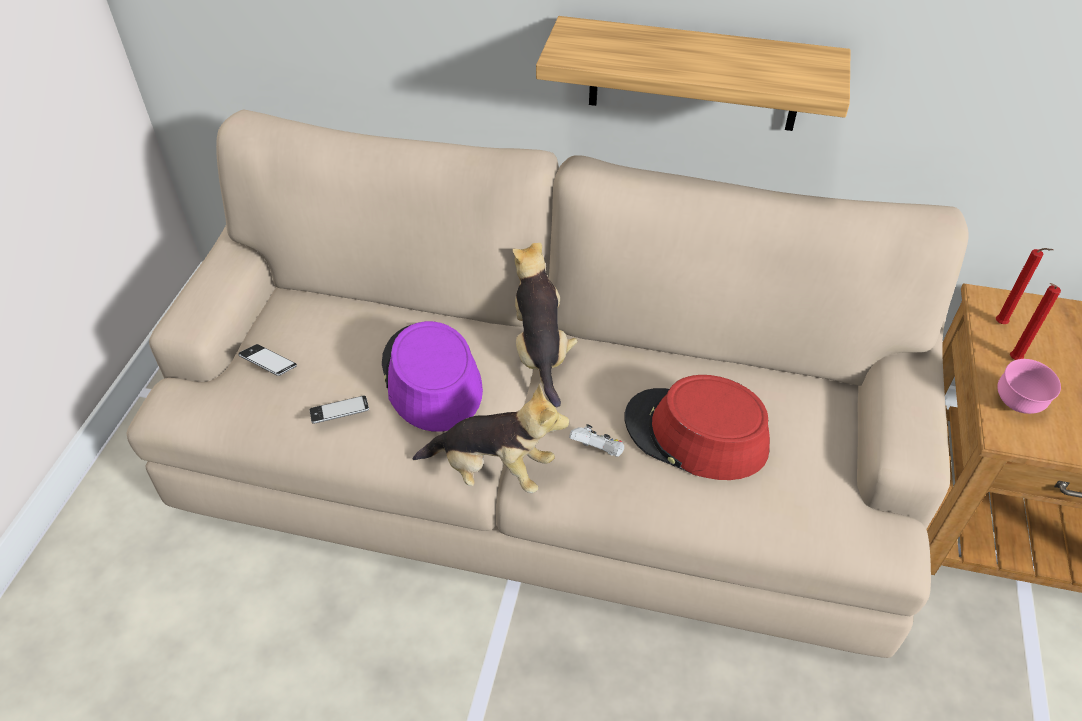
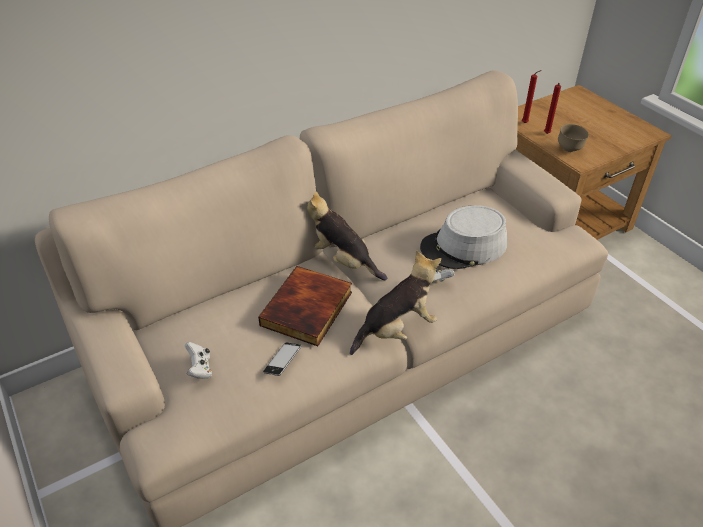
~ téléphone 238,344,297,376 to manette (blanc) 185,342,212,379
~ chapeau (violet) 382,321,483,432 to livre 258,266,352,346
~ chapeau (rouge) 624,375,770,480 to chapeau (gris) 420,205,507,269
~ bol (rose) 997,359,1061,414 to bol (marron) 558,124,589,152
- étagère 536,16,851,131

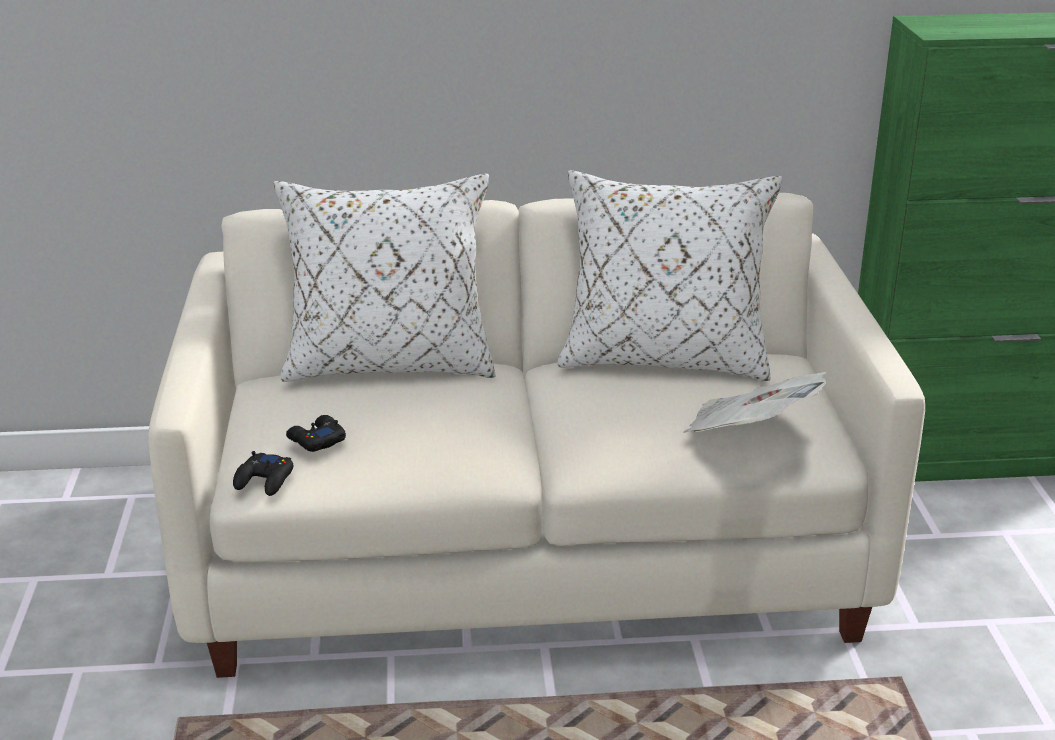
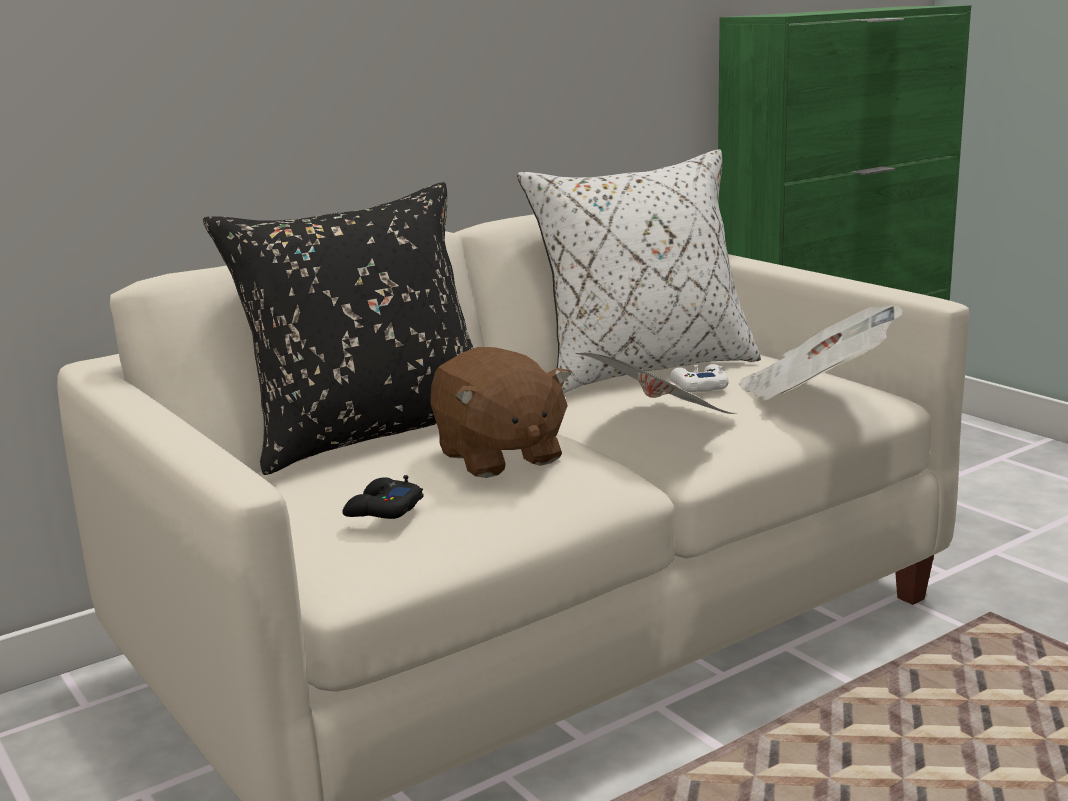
~ coussin (blanc) 273,174,496,382 to coussin (noir) 203,182,473,475
+ peluche (marron) 430,347,571,478
+ journal 575,352,738,414
+ manette (blanc) 670,364,729,392
- manette (noir) 233,451,293,496

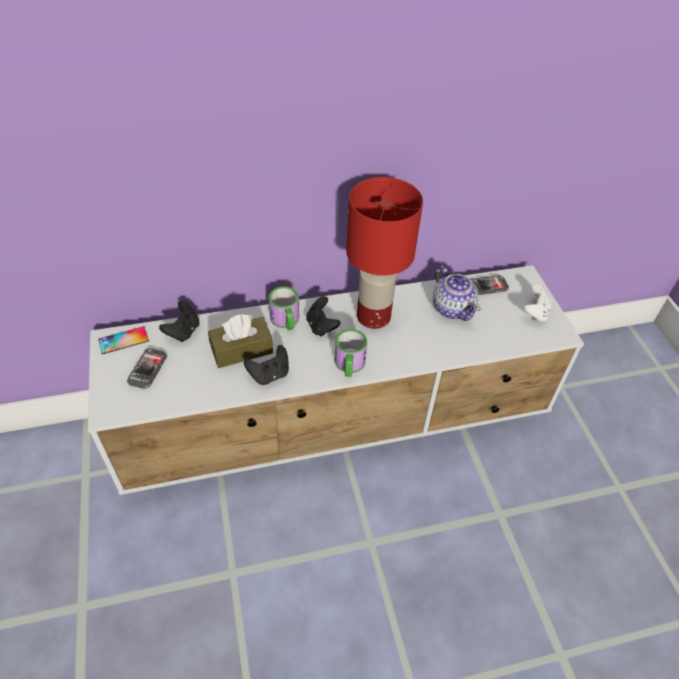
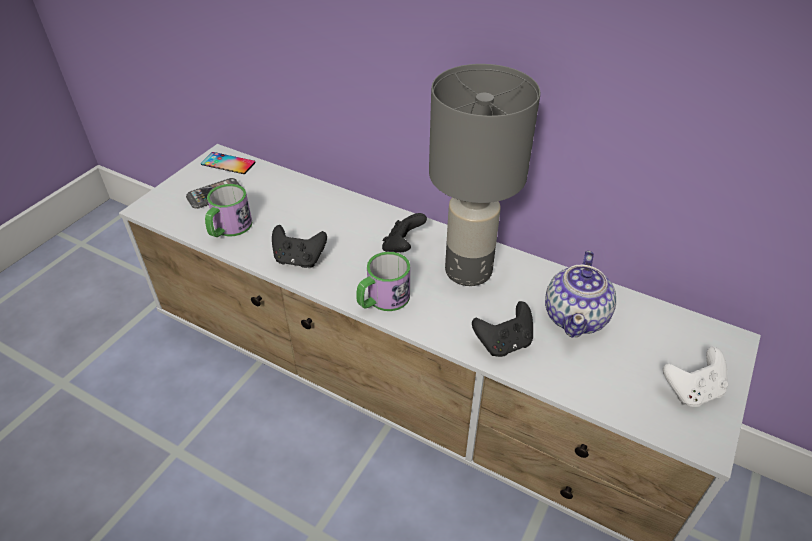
~ mug 269,286,299,330 to 205,184,252,237
~ lampe de table (rouge) 346,177,423,329 to lampe de table (gris) 429,64,540,286
~ manette (noir) 159,301,200,342 to 472,301,533,357
- boîte à mouchoirs (marron) 208,314,273,368
- téléphone 470,275,509,295

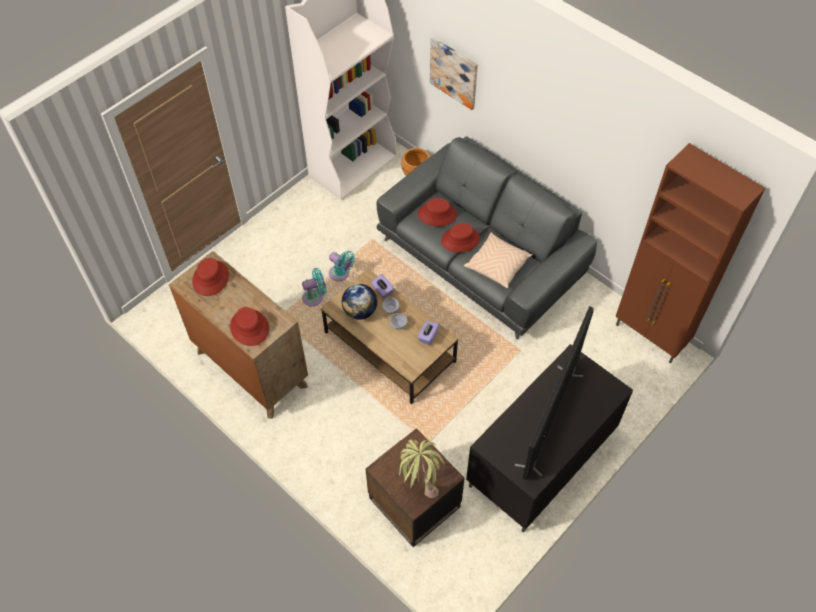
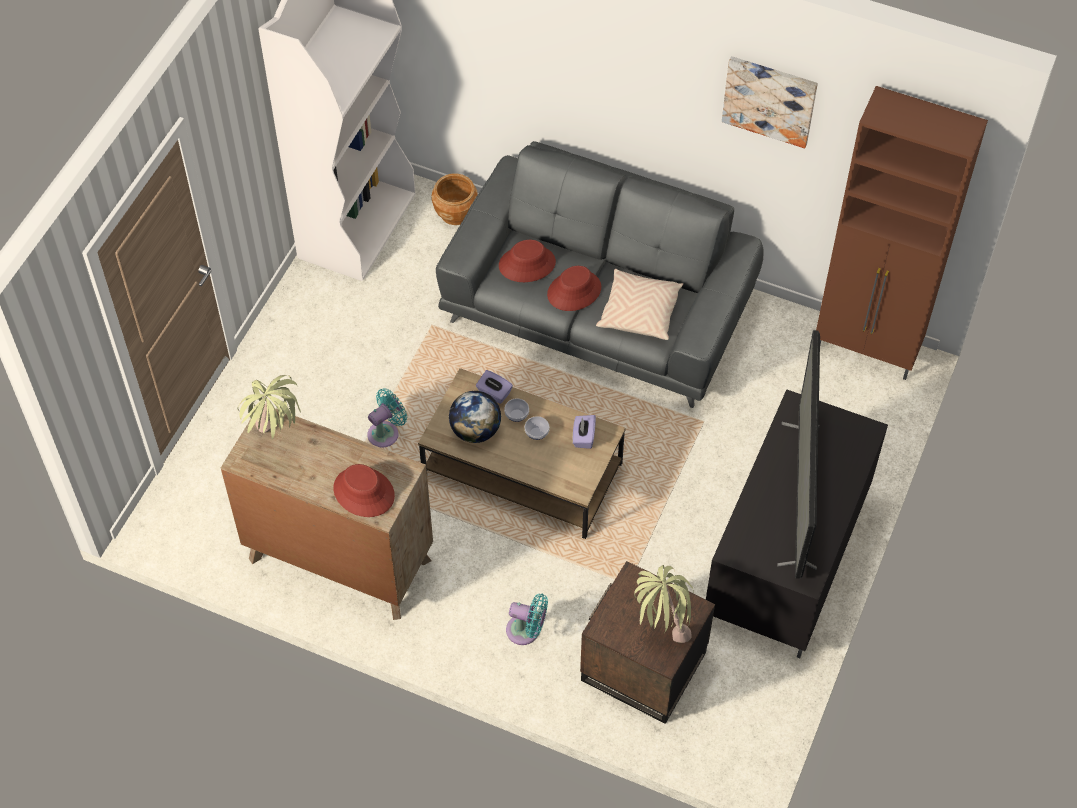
~ chapeau (rouge) 192,258,229,296 to plante en pot 237,375,301,439
~ ventilateur (turquoise) 329,251,355,281 to 506,594,548,645
~ tableau 430,37,478,110 to 722,56,818,148

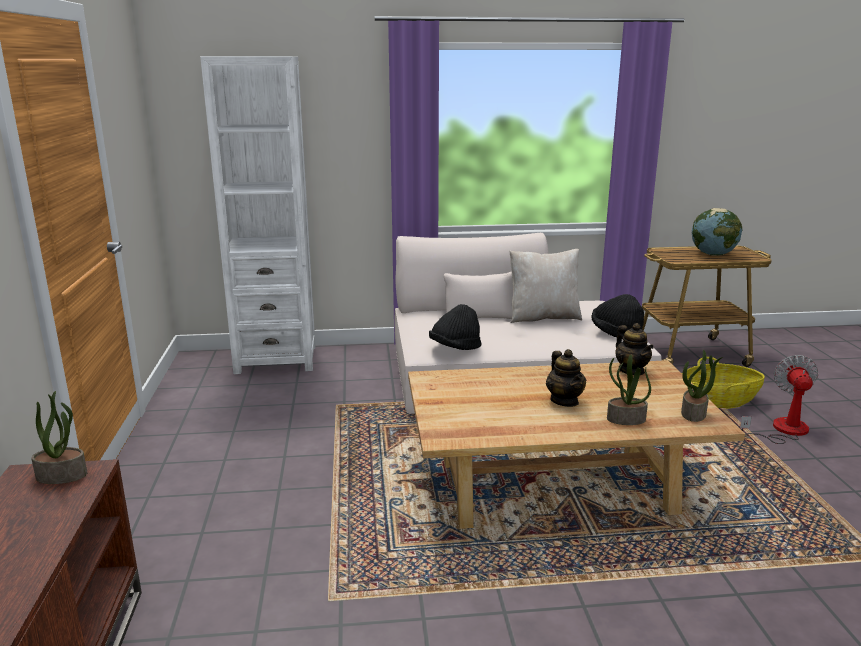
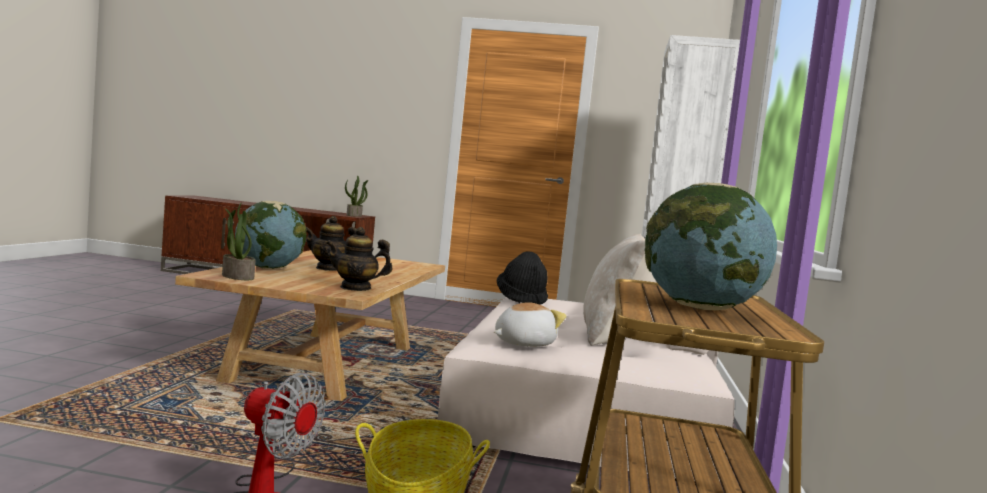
~ plante en pot 607,355,651,425 to globe 235,201,307,269
~ chapeau (noir) 591,294,644,339 to peluche 494,302,567,347

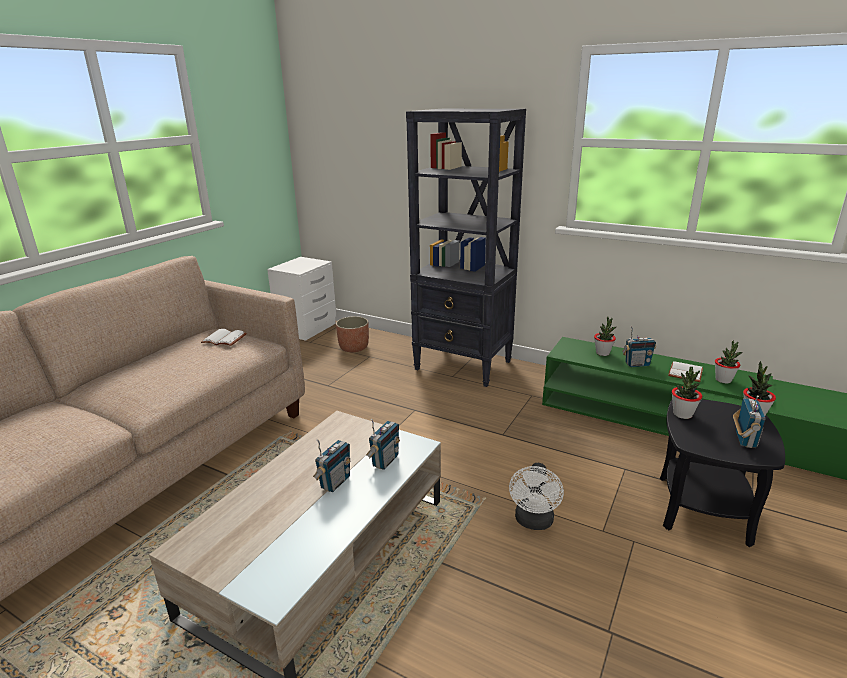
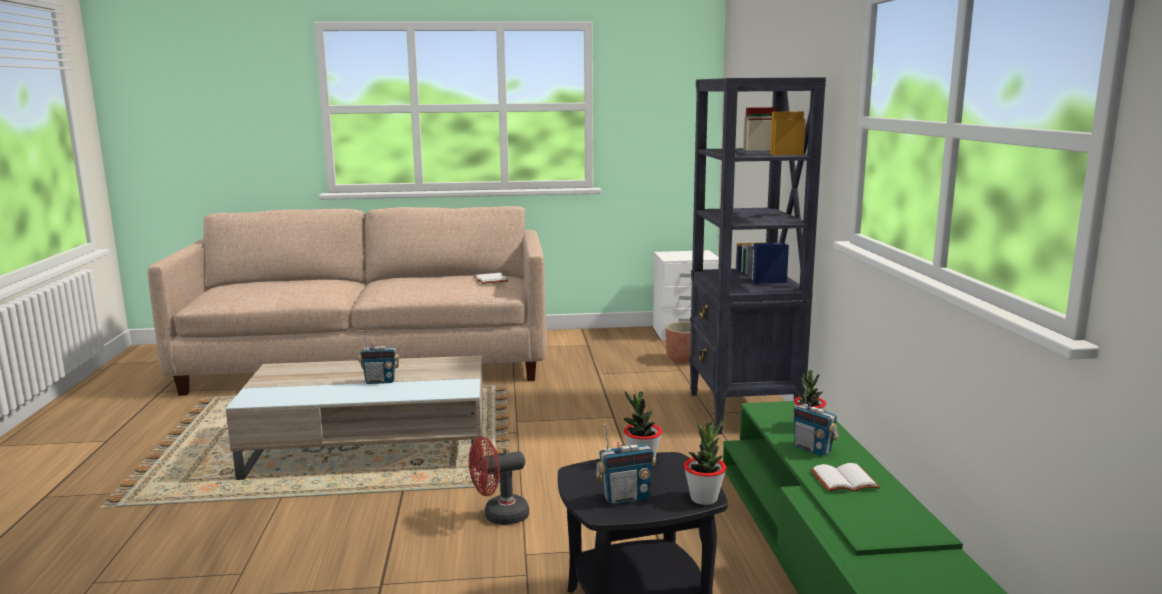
~ ventilateur (blanc) 509,463,564,530 to ventilateur (rouge) 469,436,529,525
- radio 366,419,400,470
- plante en pot 715,340,743,383

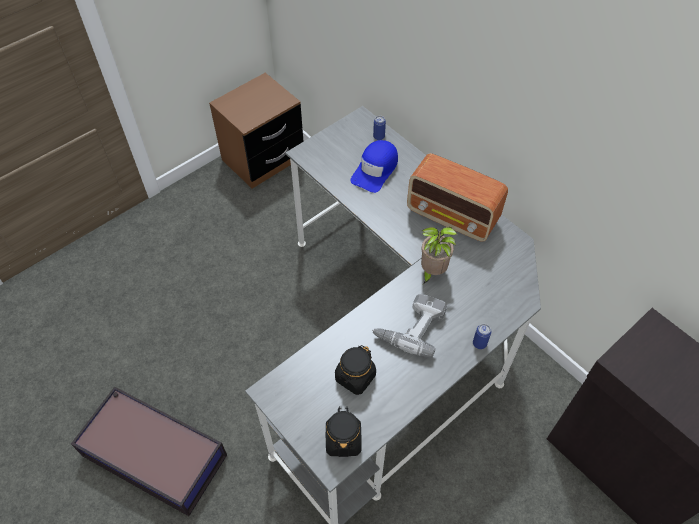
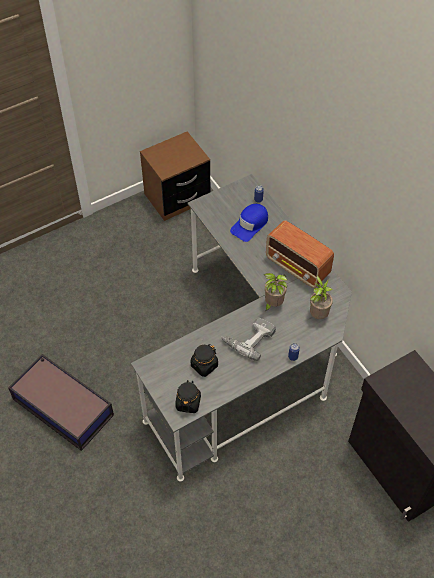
+ plante en pot 310,275,333,319

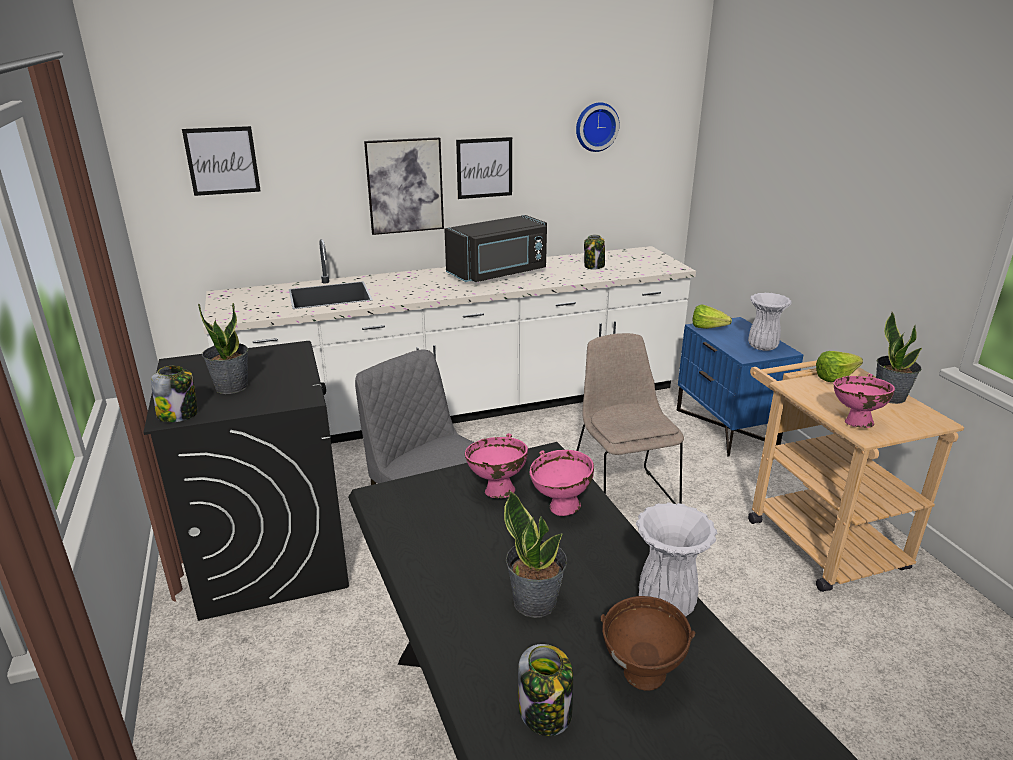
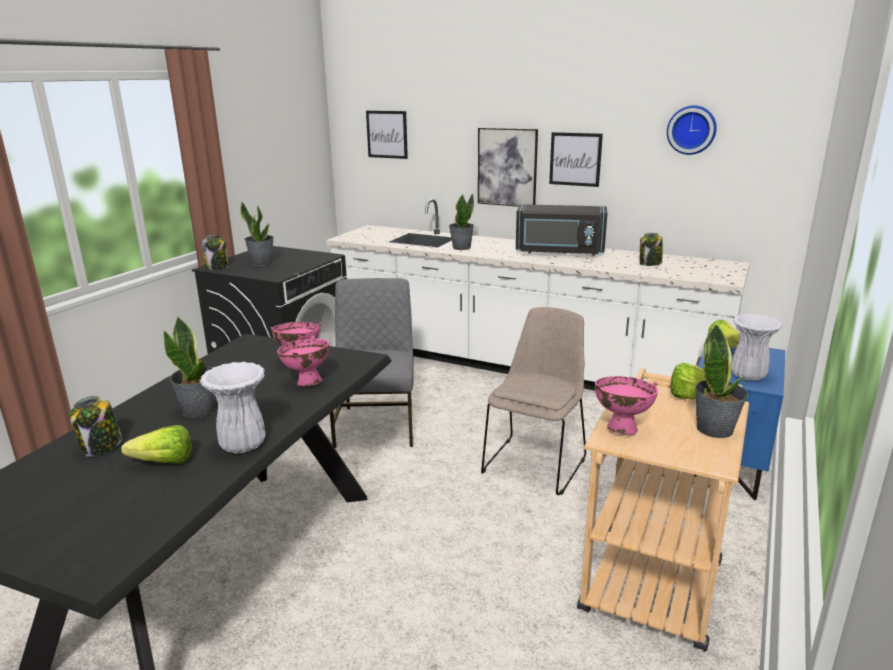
~ bol (marron) 601,596,696,691 to laitue 121,425,192,464
+ plante en pot 449,193,474,250

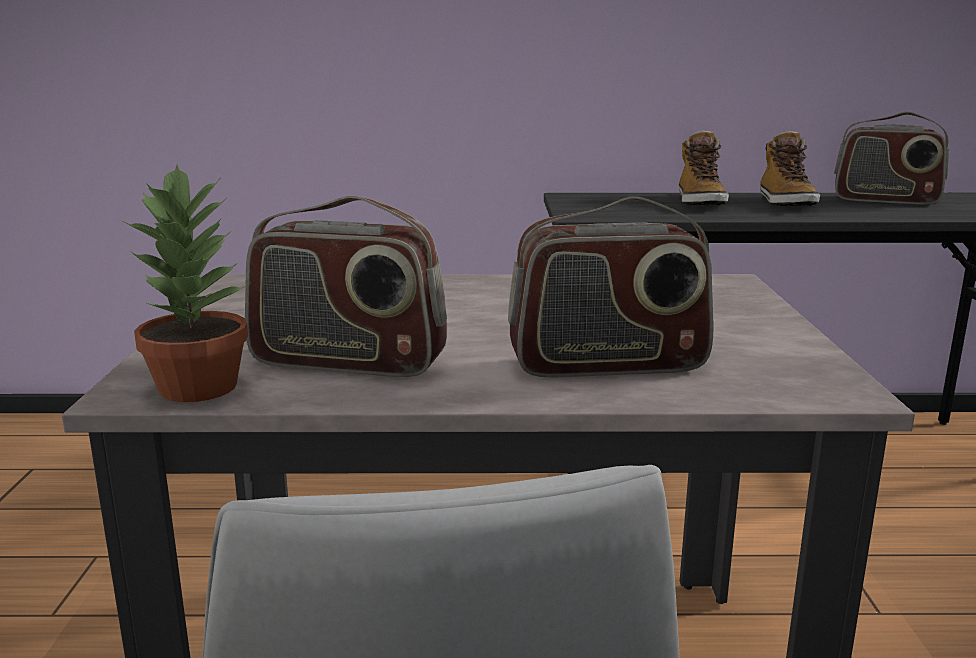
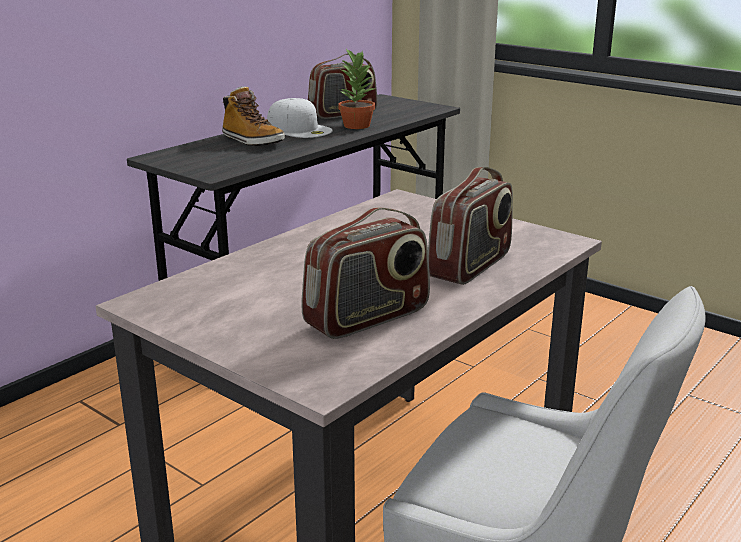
~ botte 760,130,820,206 to casquette (blanc) 267,98,333,138
~ plante en pot 123,165,248,402 to 338,49,375,129

